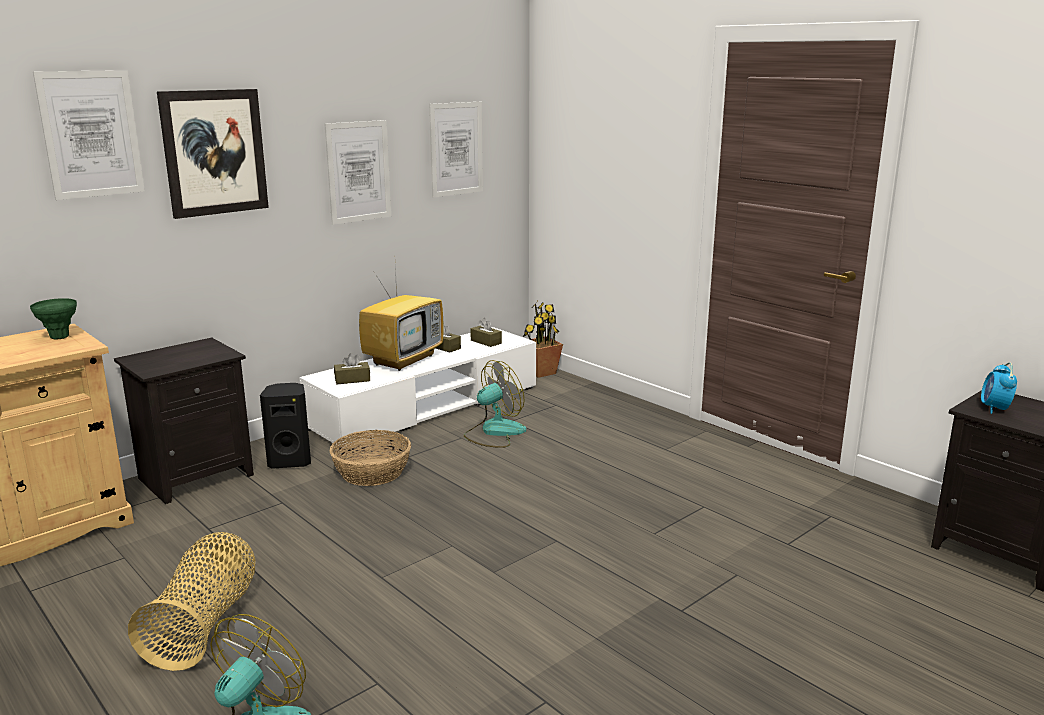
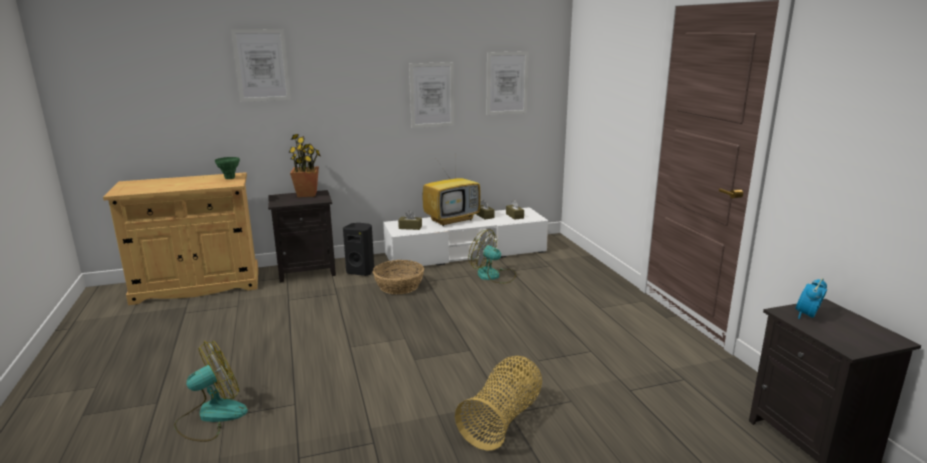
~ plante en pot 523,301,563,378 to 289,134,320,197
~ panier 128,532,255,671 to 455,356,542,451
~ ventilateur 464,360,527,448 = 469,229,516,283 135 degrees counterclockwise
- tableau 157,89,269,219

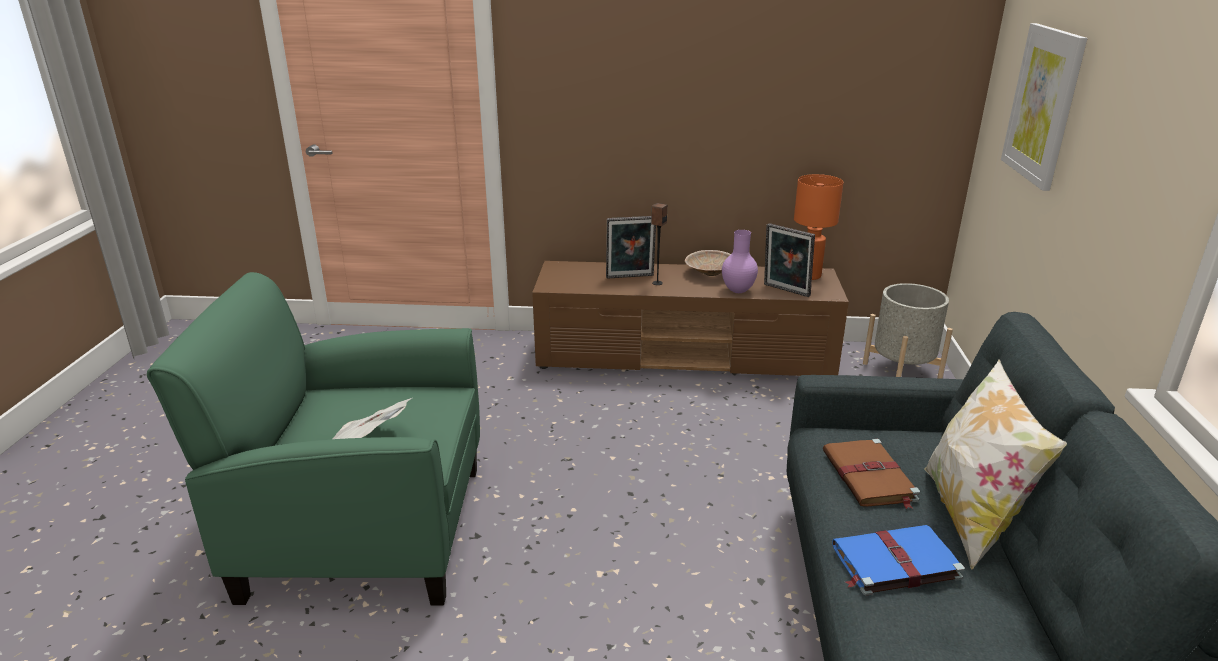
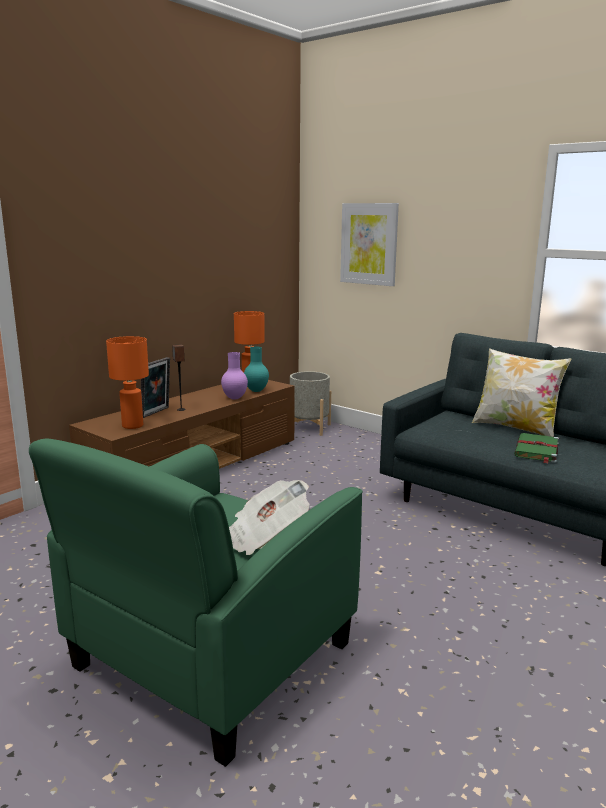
+ lampe de table (orange) 106,336,149,429
~ cadre photo 764,223,815,297 to vase (turquoise) 244,347,269,392
~ livre (bleu) 832,525,965,596 to livre (vert) 514,433,559,464
- bol (beige) 685,250,731,276
- livre (marron) 823,439,920,509

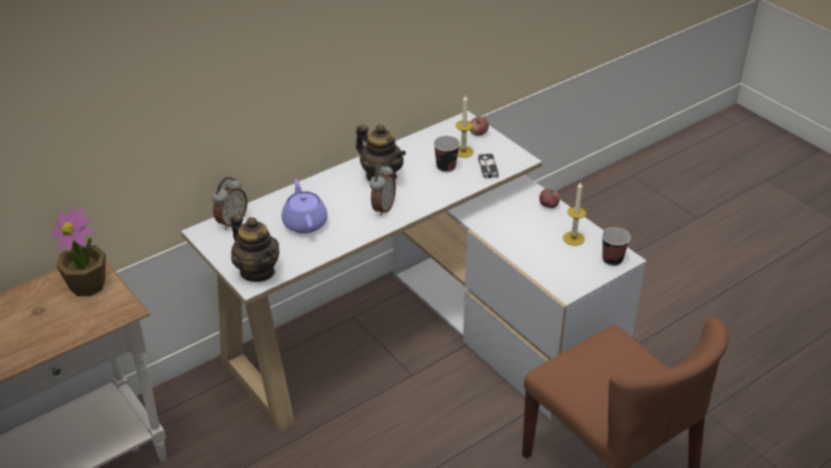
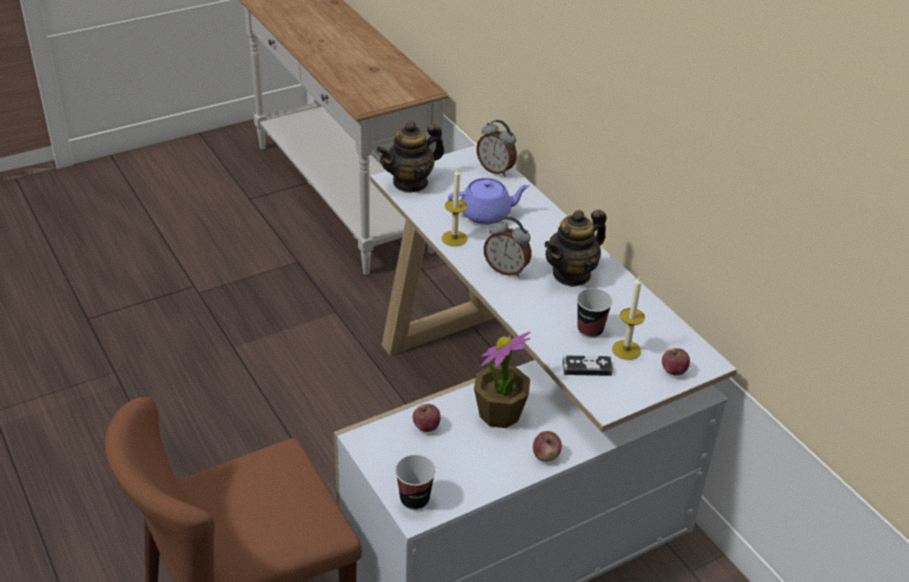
+ pomme 413,404,441,432
~ bougie 563,182,586,246 to 442,168,467,246
~ plante en pot 50,207,106,296 to 474,331,531,428

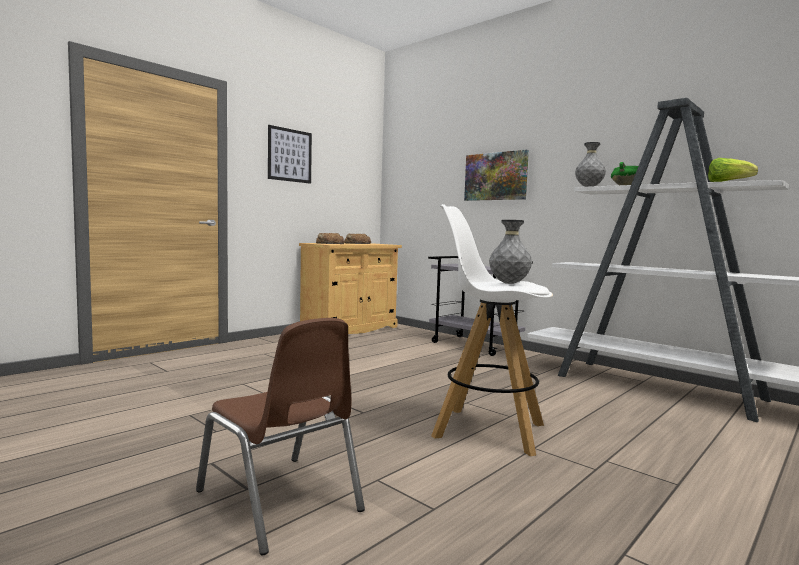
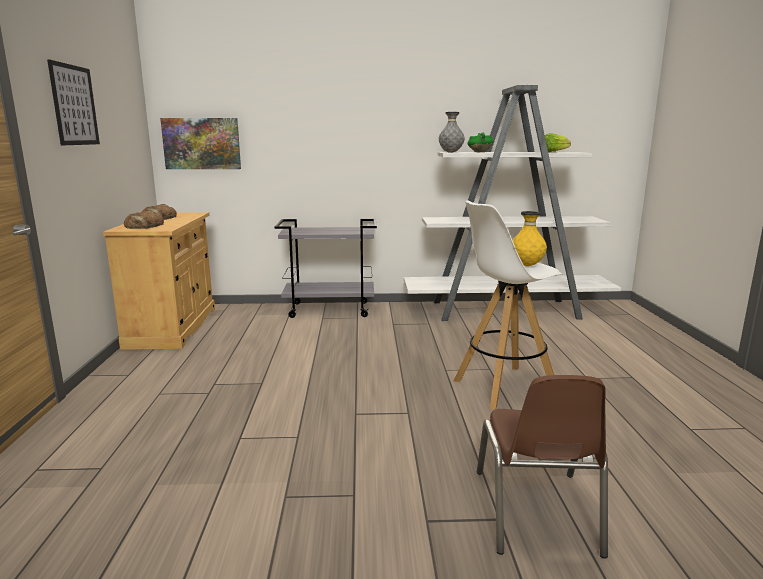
~ tableau 464,150,529,201 to 160,118,241,169
~ chaise (marron) 196,318,365,555 = 477,375,608,559 90 degrees clockwise
~ vase (gris) 489,220,532,284 to vase (jaune) 513,211,547,266

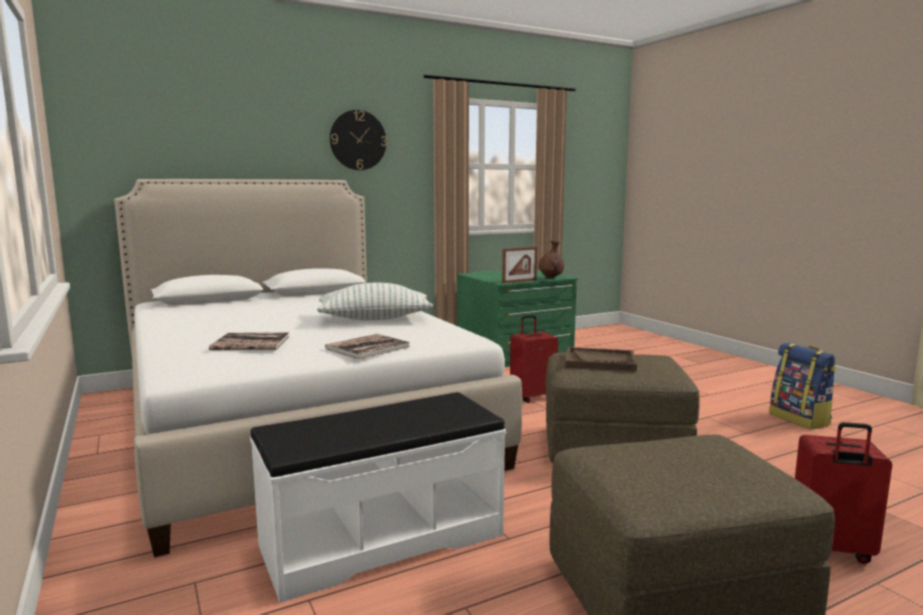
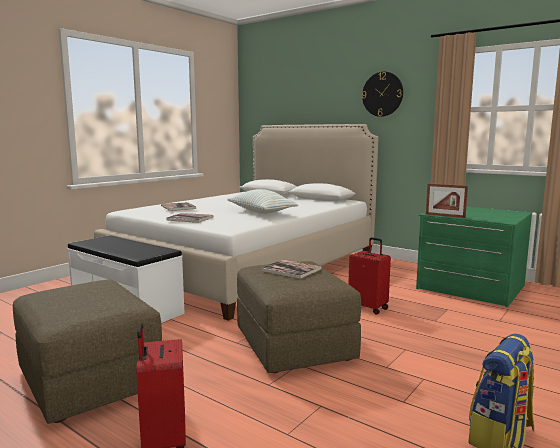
~ plateau (marron) 565,347,637,371 to livre 262,259,322,279
- vase (marron) 539,241,564,278

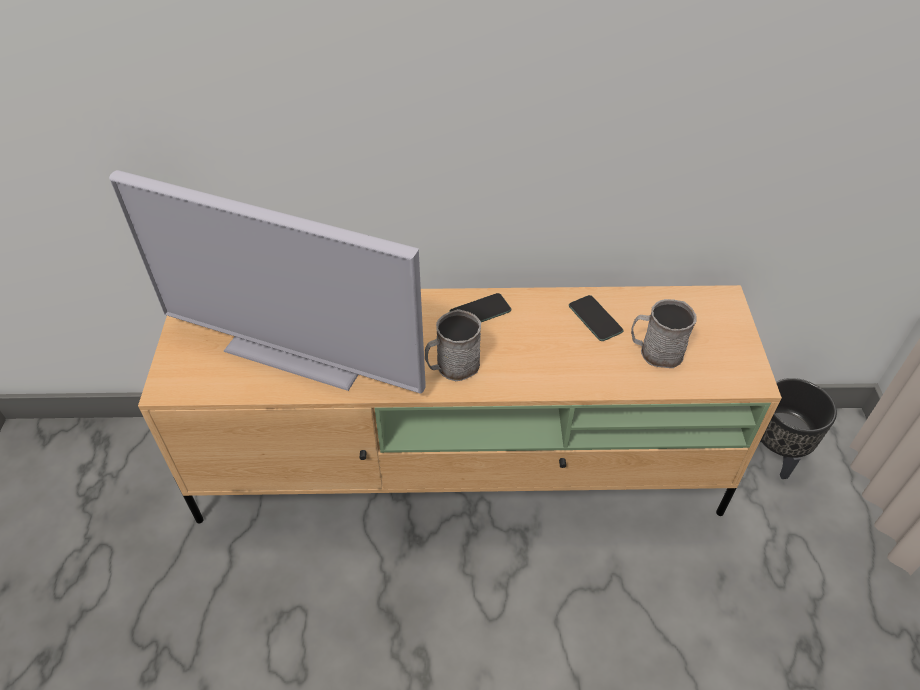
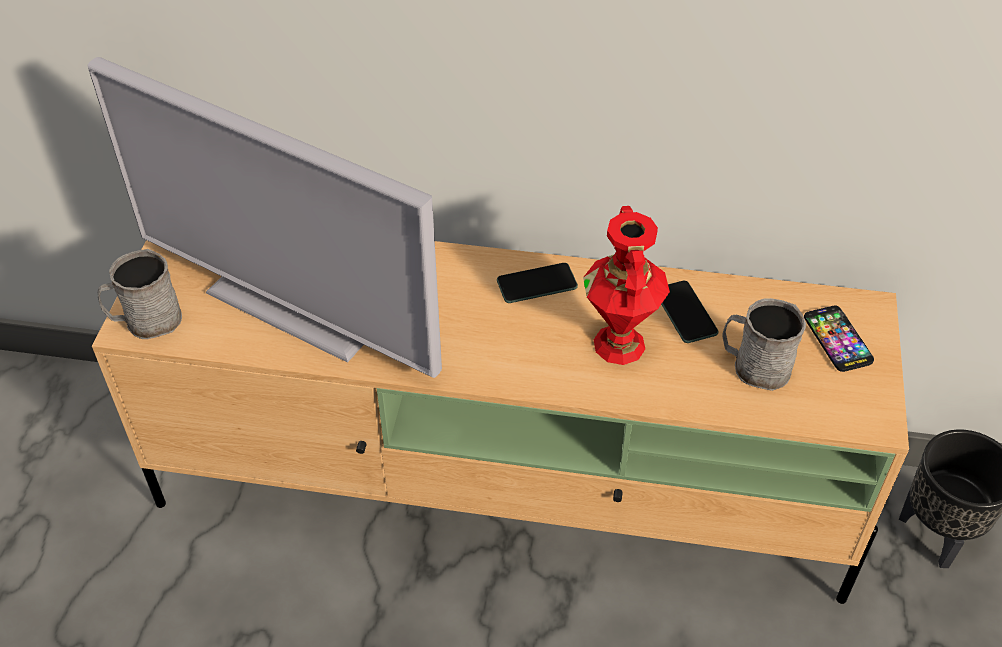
~ mug (gris) 425,309,481,381 to 98,249,182,339
+ vase (rouge) 583,206,670,365
+ téléphone 804,306,874,372

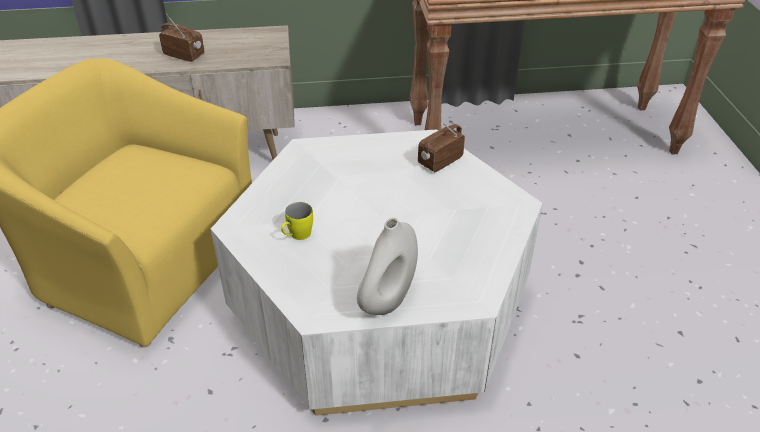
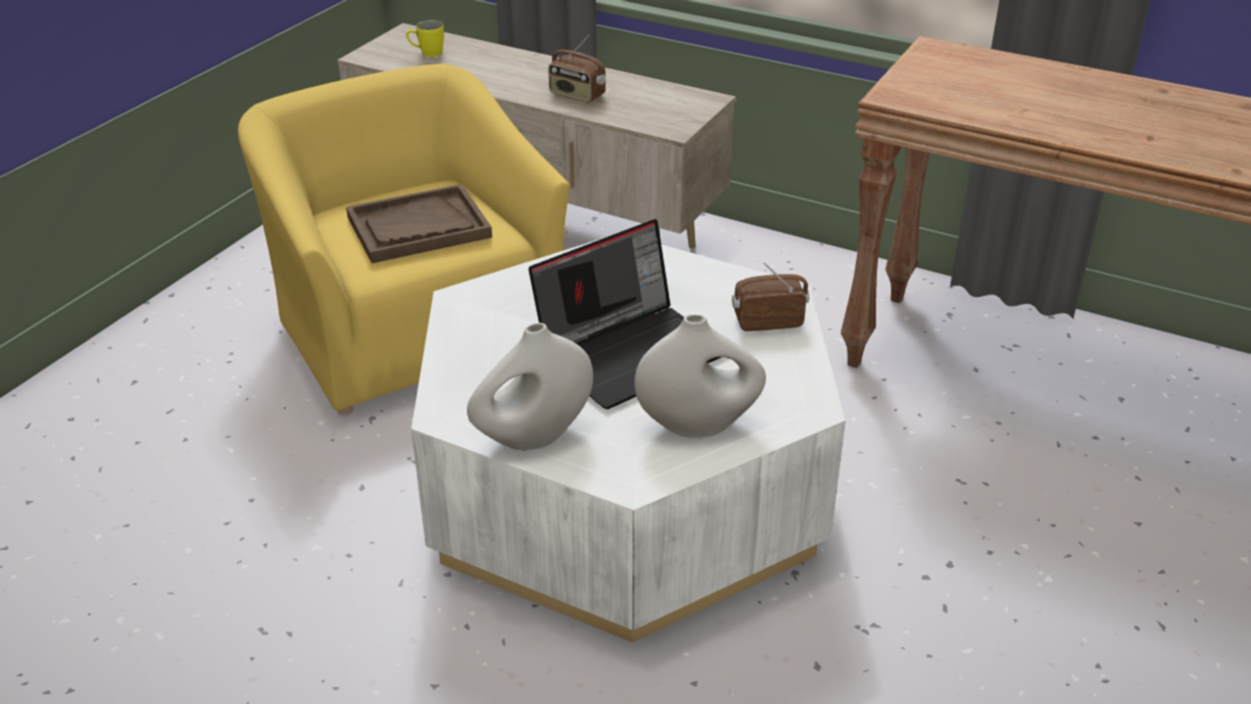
+ plateau (marron) 346,184,492,263
~ mug (jaune) 281,202,313,240 to 406,20,444,57
+ ordinateur portable 528,219,721,409
~ radio 159,14,204,62 = 548,35,606,103 150 degrees clockwise
+ vase (blanc) 634,314,766,438

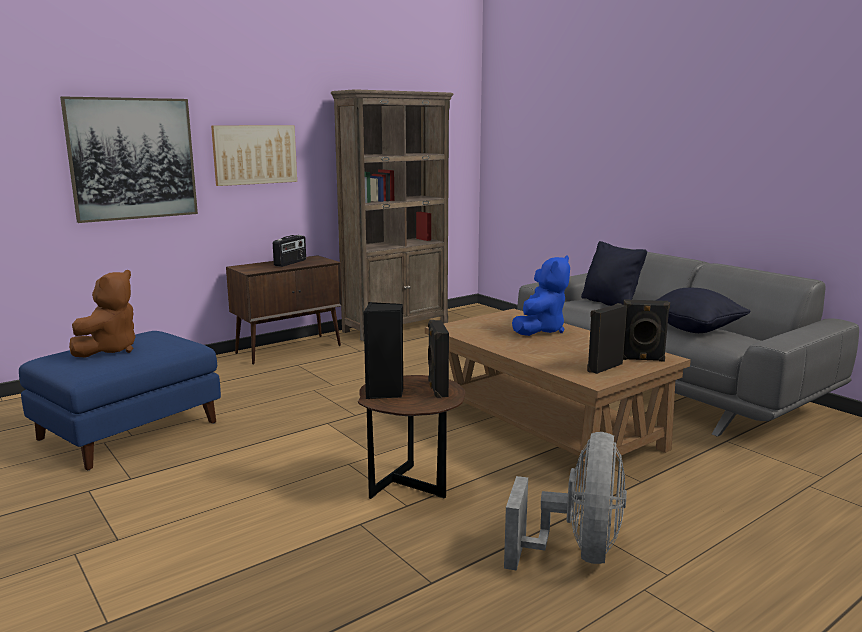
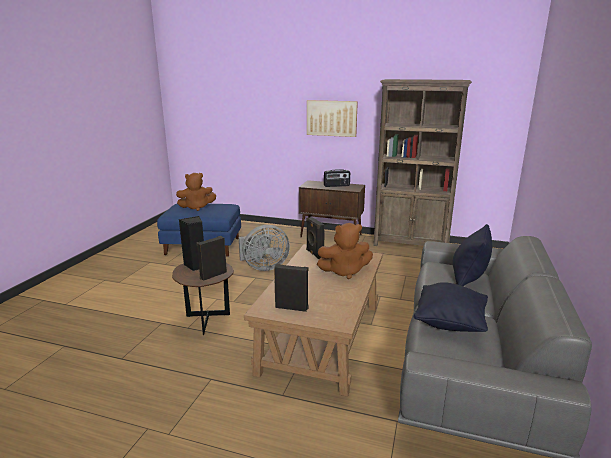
~ ventilateur (gris) 504,432,627,571 to 239,225,290,271
~ enceinte (noir) 623,299,670,362 to 306,217,325,259
~ peluche (bleu) 512,255,570,336 to peluche (marron) 317,223,373,279
- tableau 60,97,198,223

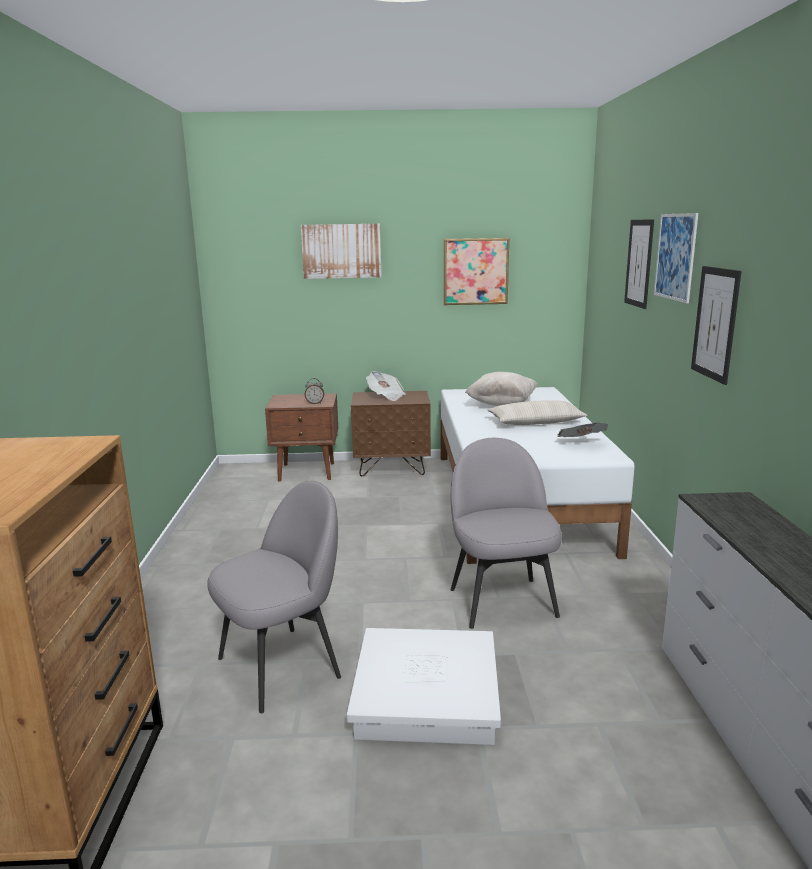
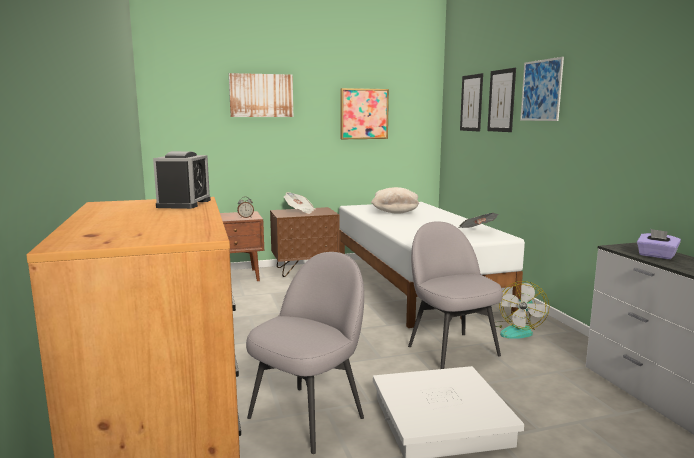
+ réveil 153,151,211,209
~ tableau 691,266,741,385 to 460,73,483,132
+ ventilateur 495,281,549,339
+ boîte à mouchoirs (violet) 637,229,681,259
- coussin (beige) 487,400,588,425

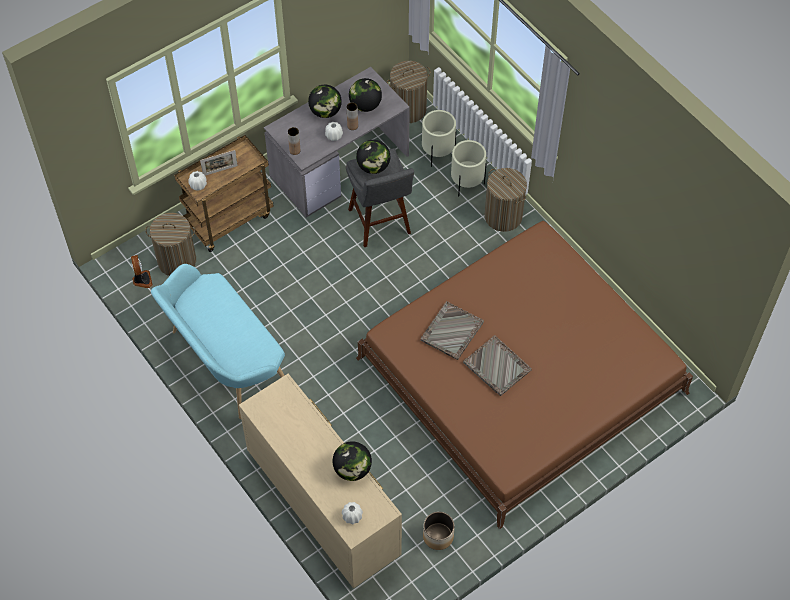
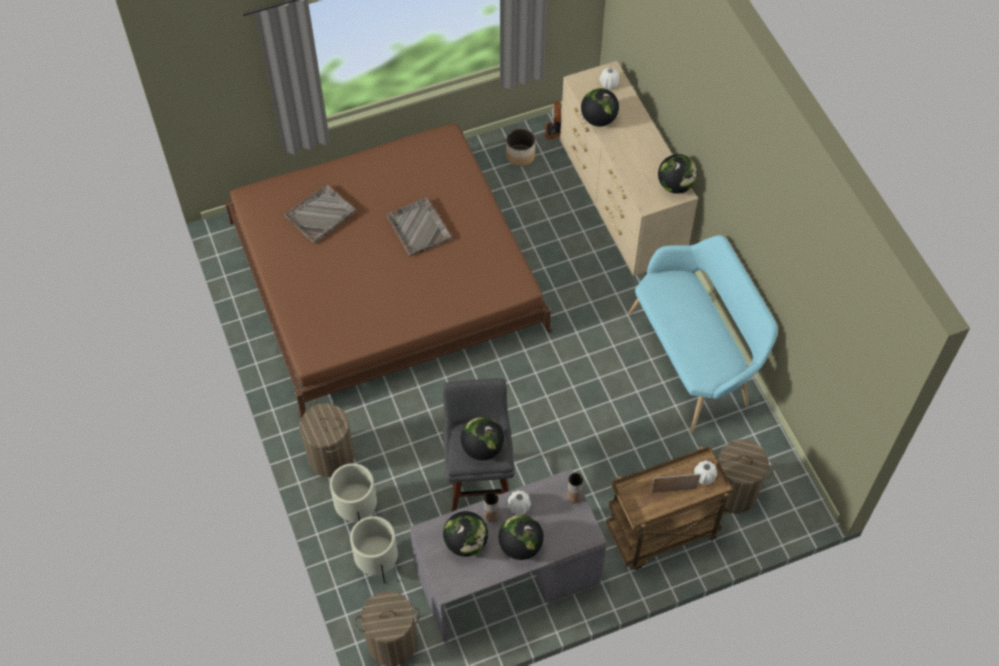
~ plateau (gris) 421,301,484,360 to 284,184,356,243
~ ventilateur 131,255,153,288 to 545,101,562,140
+ globe 658,154,698,194

